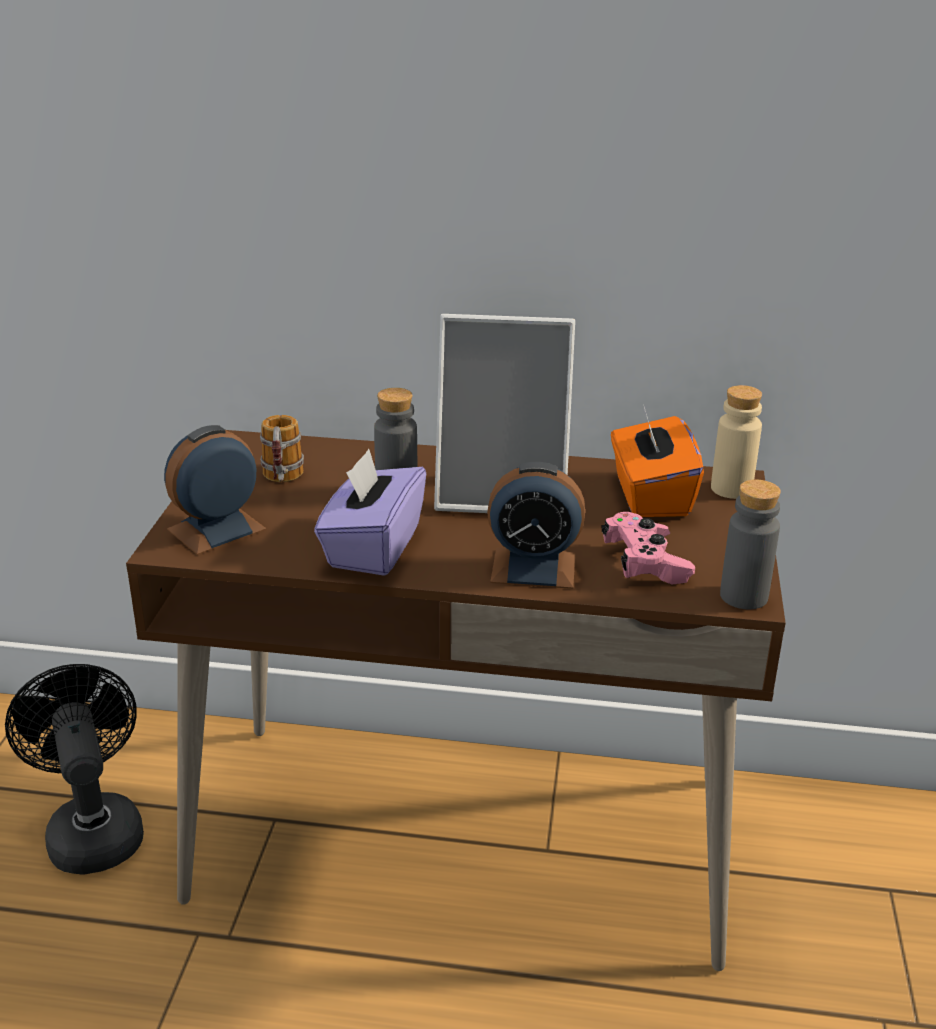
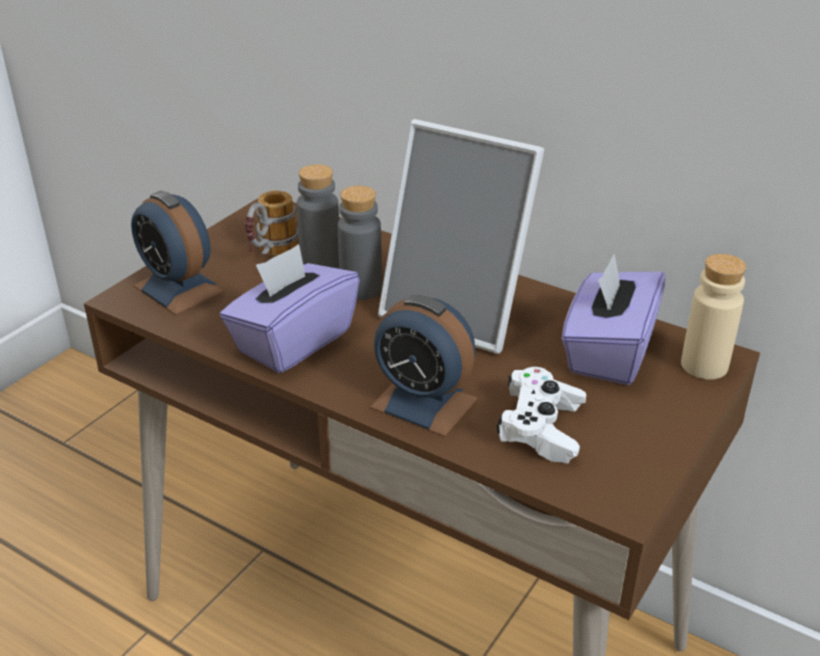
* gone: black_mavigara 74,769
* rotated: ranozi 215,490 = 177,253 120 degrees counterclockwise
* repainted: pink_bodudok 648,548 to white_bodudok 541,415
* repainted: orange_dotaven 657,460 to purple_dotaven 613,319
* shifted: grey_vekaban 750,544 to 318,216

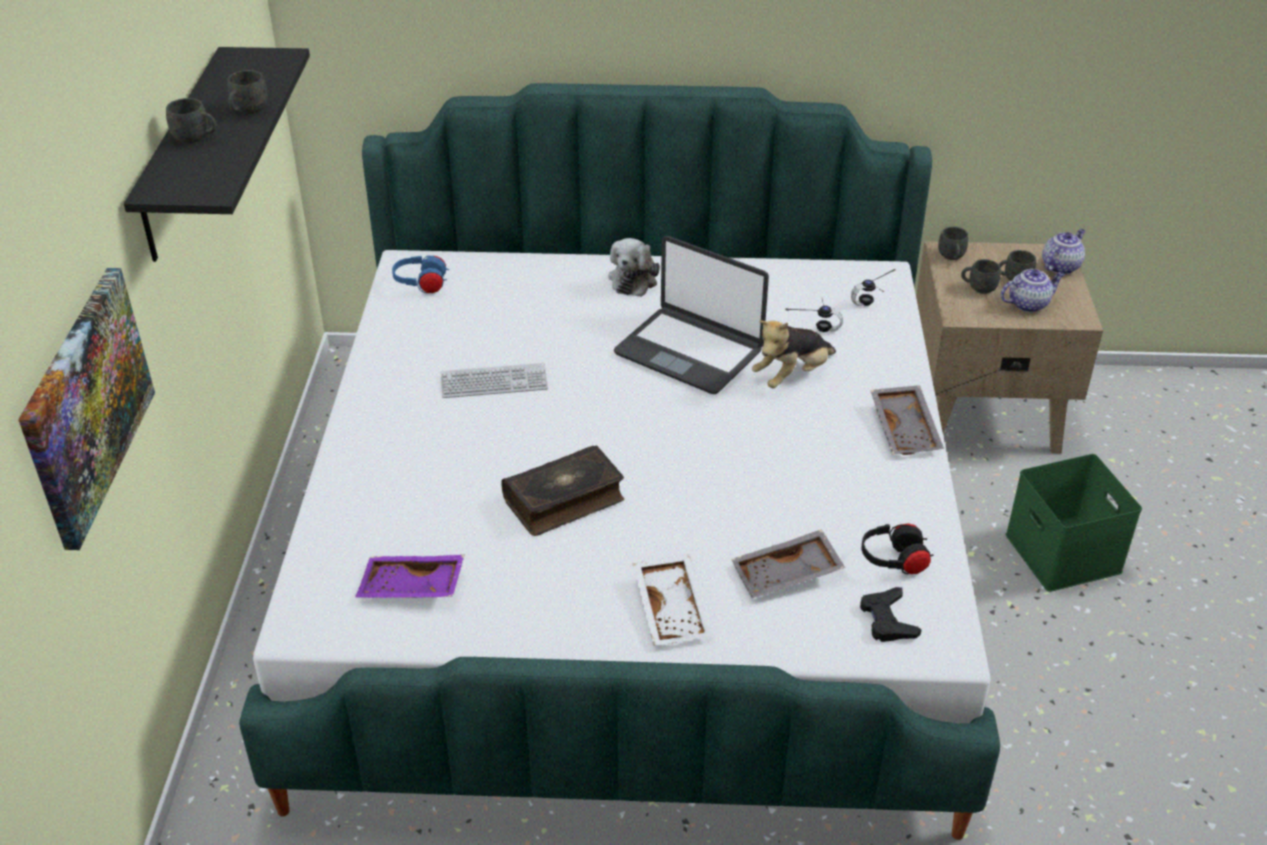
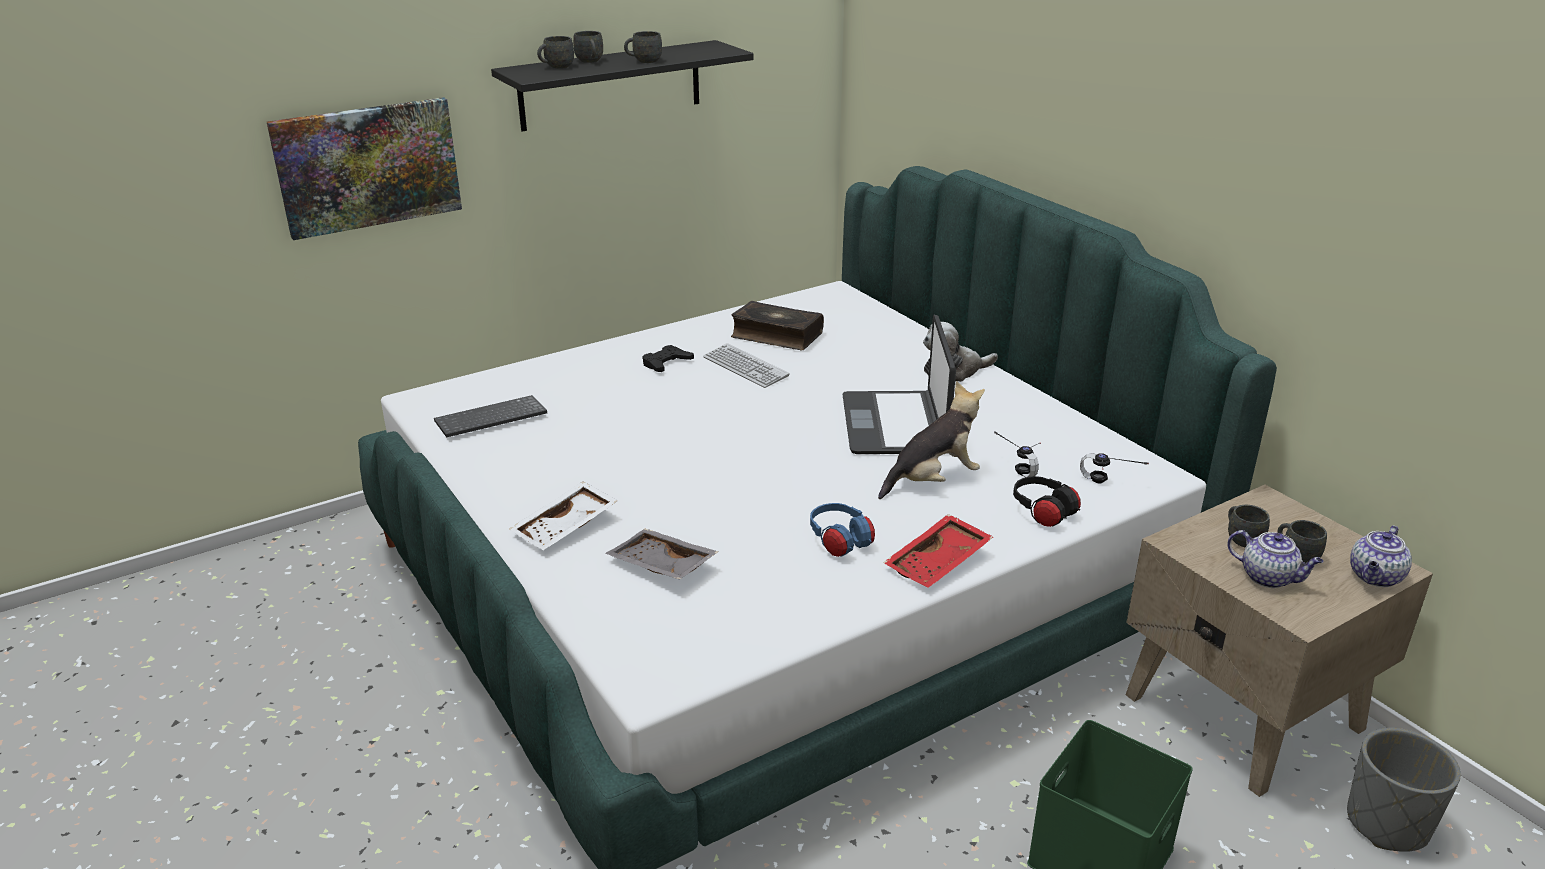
* swapped: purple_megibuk 410,576 to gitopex 490,416
* shifted: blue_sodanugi 420,274 to 842,530
* shifted: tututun 562,491 to 777,325
* rotated: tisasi 794,354 = 931,440 135 degrees clockwise
* shifted: black_bodudok 890,614 to 668,358
* shifted: black_sodanugi 898,548 to 1047,501
* repainted: grey_megibuk 907,420 to red_megibuk 938,551
* shifted: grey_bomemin 953,243 to 555,52
* rotated: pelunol 1063,251 = 1381,556 120 degrees clockwise
* new: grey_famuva 1404,790

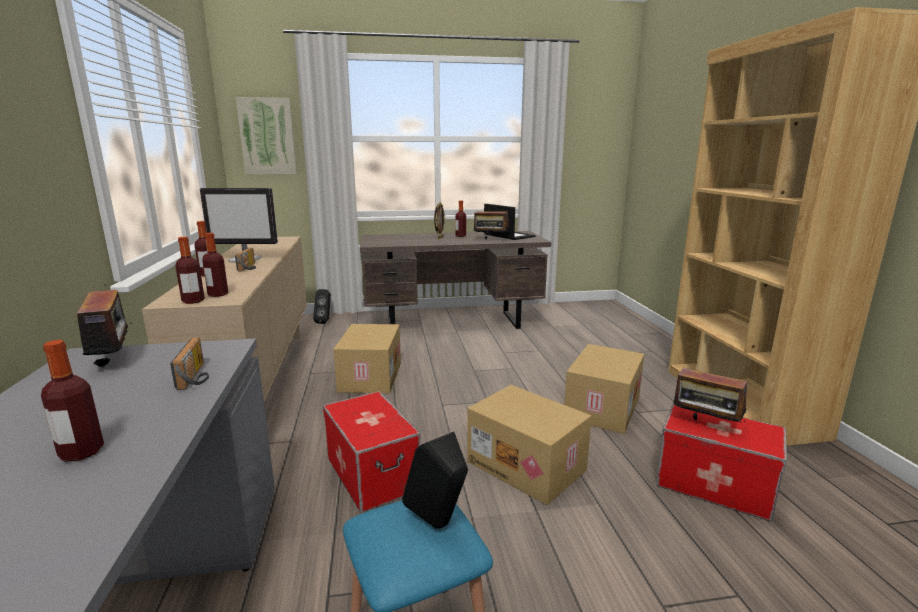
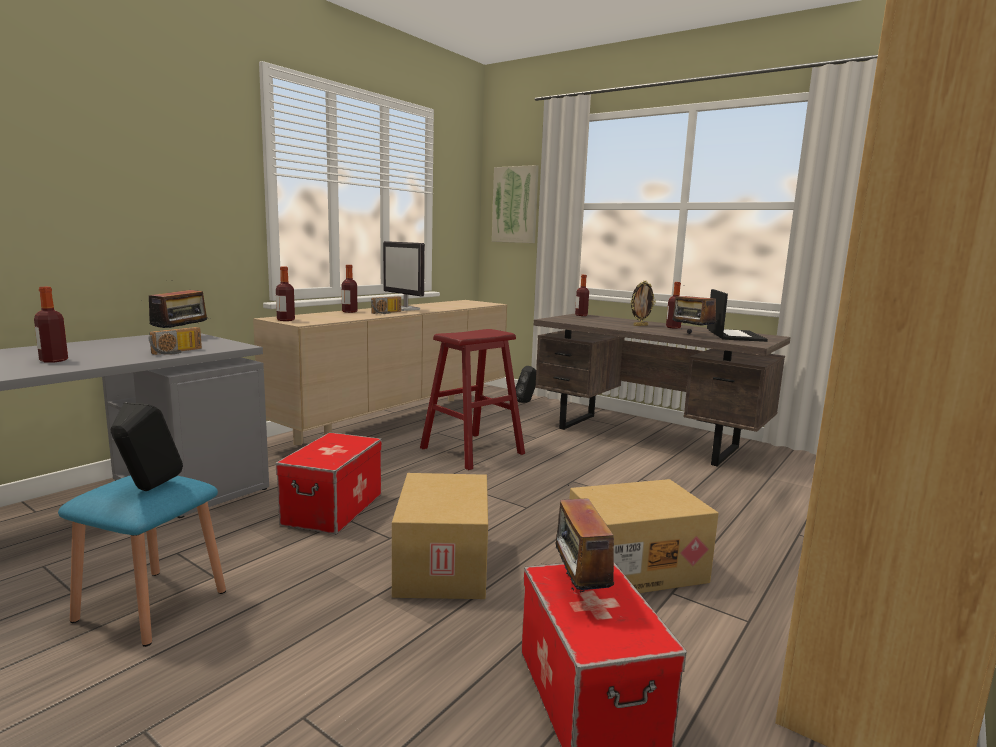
* shifted: vekaban 215,265 to 582,295
* swapped: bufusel 367,358 to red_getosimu 472,399

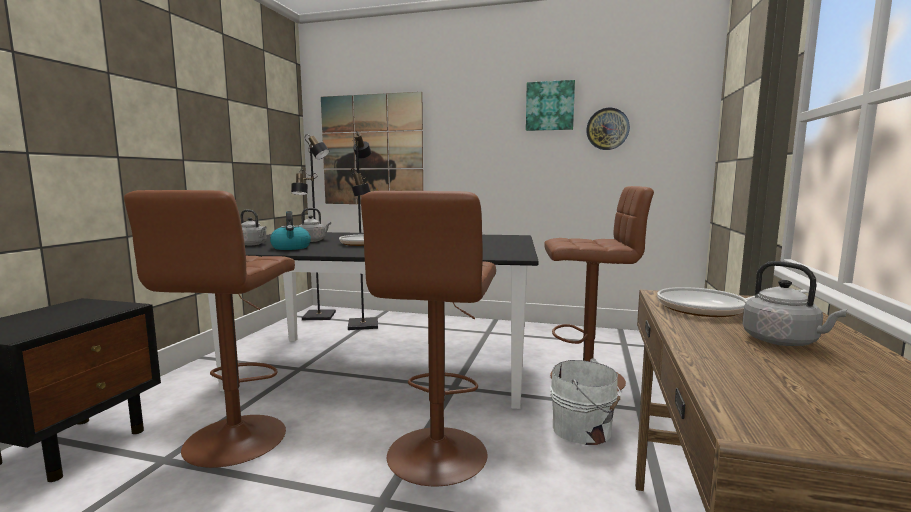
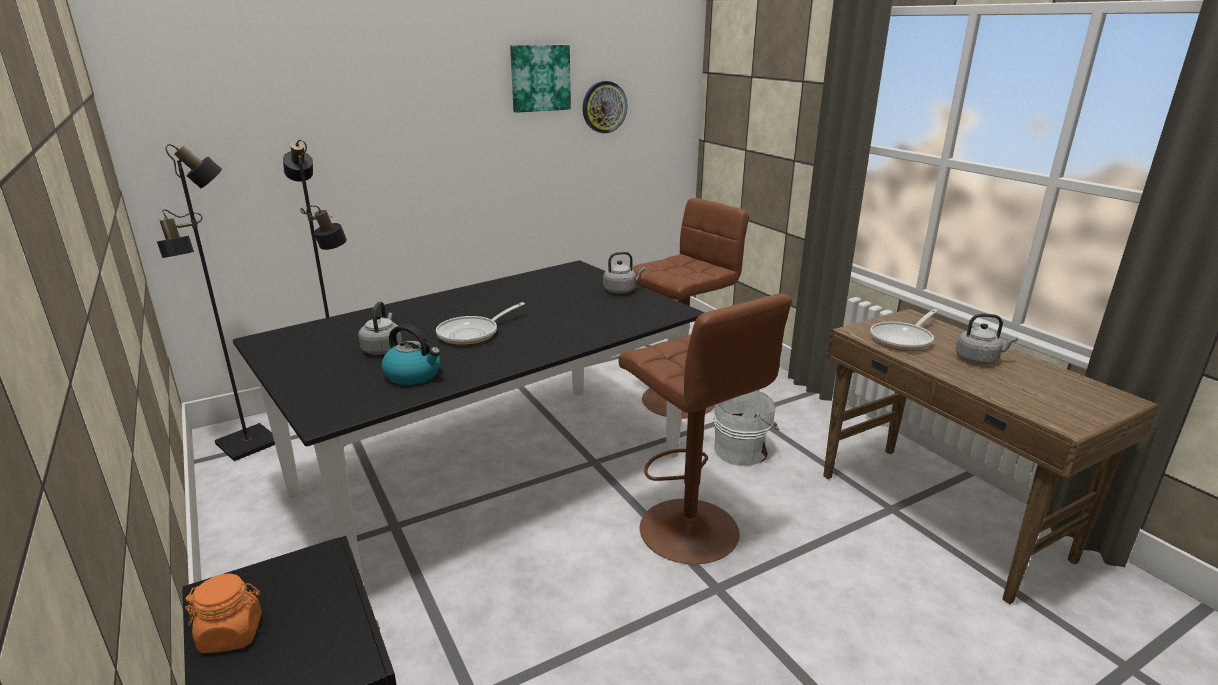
* gone: brown_getosimu 209,329
* shifted: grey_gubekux 254,227 to 624,272
* gone: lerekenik 372,148
* new: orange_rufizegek 223,613

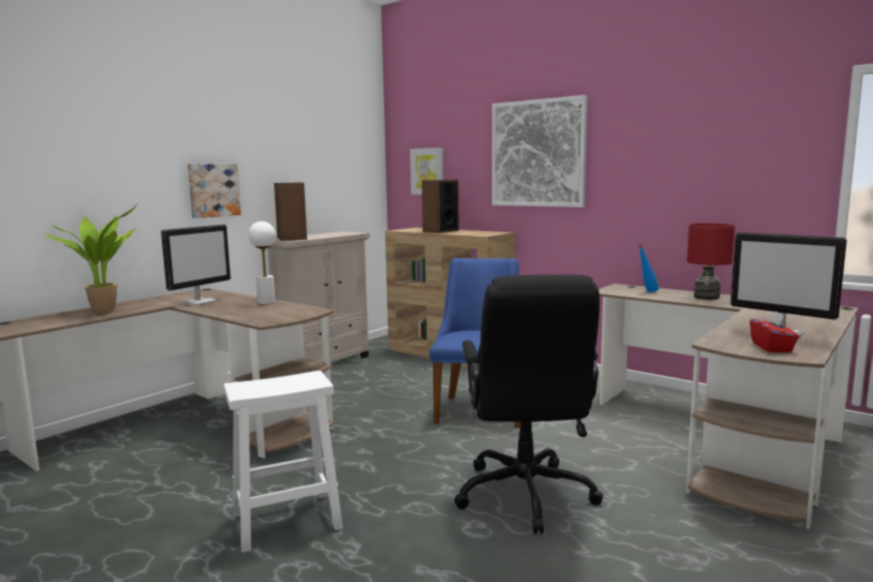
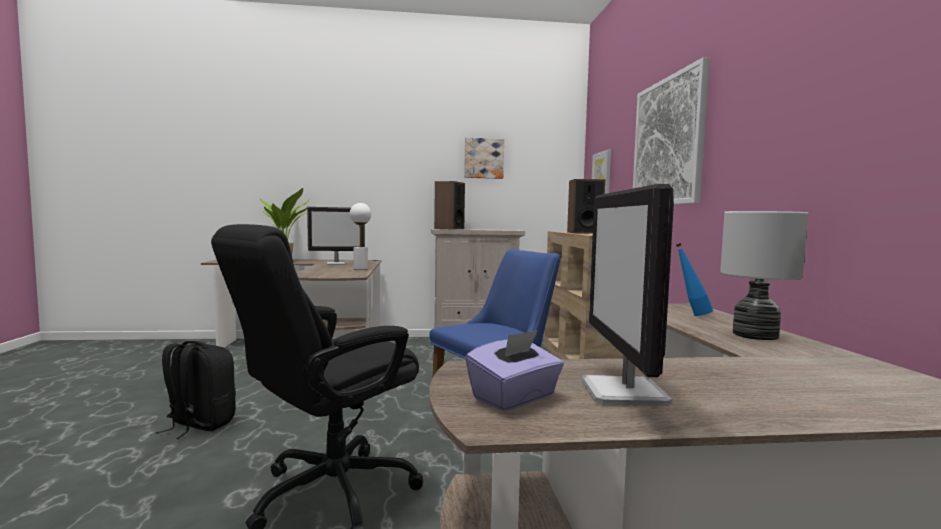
* shifted: lerekenik 214,191 to 484,158
* swapped: white_getosimu 283,461 to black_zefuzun 196,390
* repainted: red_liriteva 711,261 to grey_liriteva 764,275
* repainted: red_dotaven 774,331 to purple_dotaven 514,371

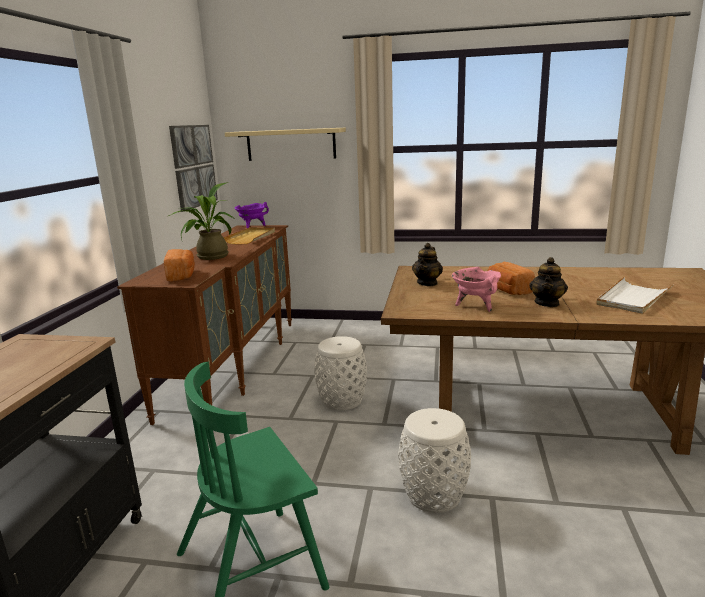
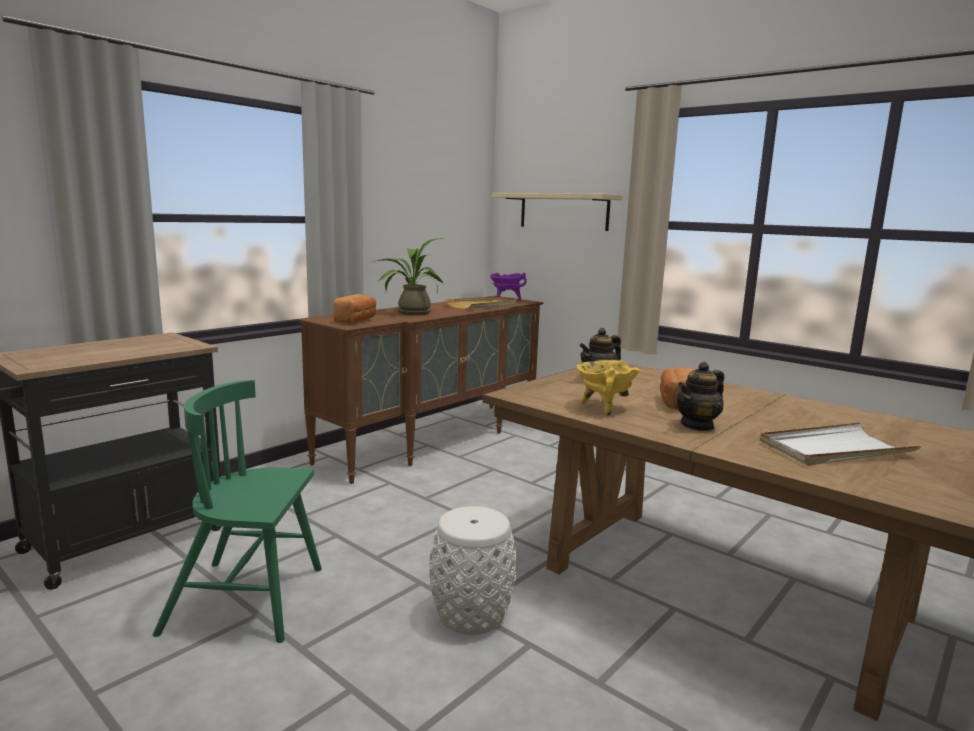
* gone: lerekenik 193,168
* gone: white_getosimu 340,373
* repainted: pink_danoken 476,289 to yellow_danoken 609,388

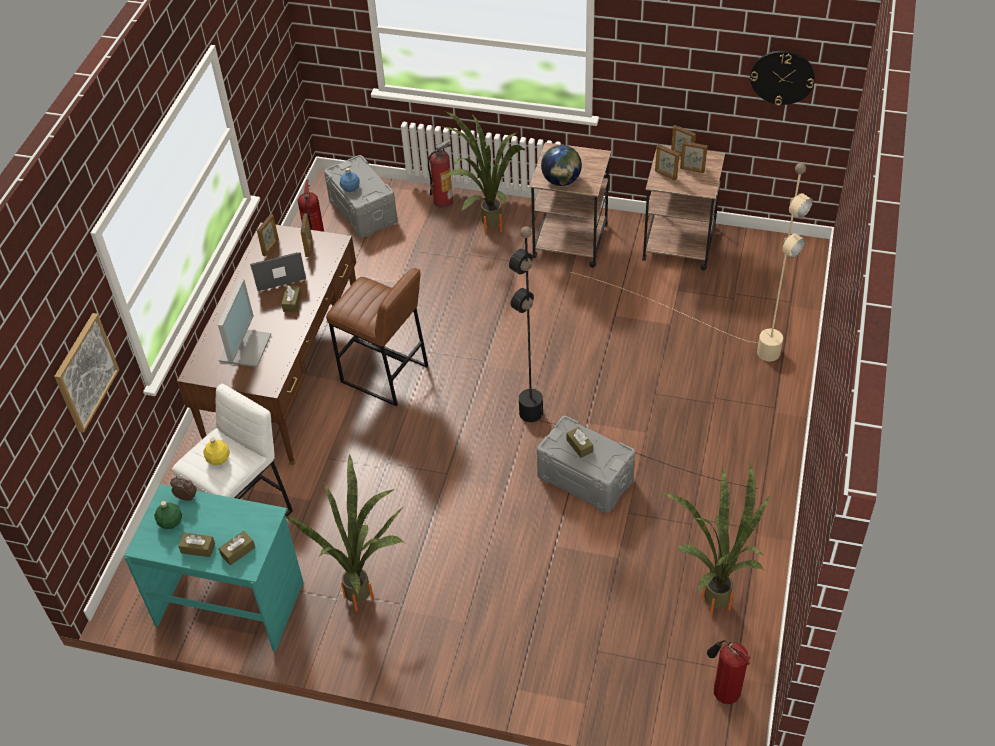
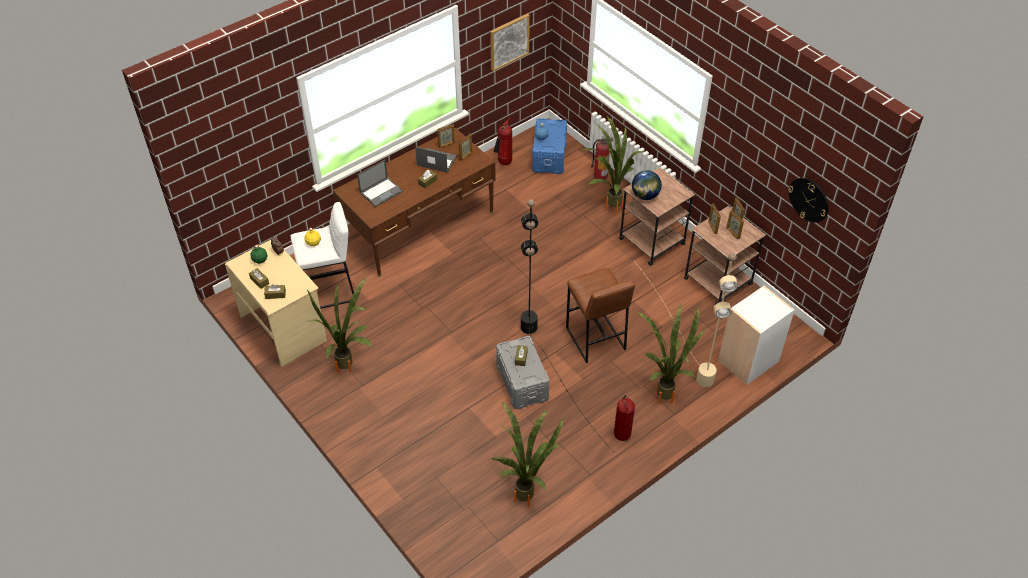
* shifted: lerekenik 86,373 to 510,42
* repainted: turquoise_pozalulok 213,568 to beige_pozalulok 276,303
* swapped: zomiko 244,322 to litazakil 380,183
* repainted: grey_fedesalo 361,196 to blue_fedesalo 549,146
* shifted: brown_getosimu 377,337 to 600,315
* shifted: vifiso 729,672 to 624,418
* new: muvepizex 671,354
* new: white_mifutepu 756,335

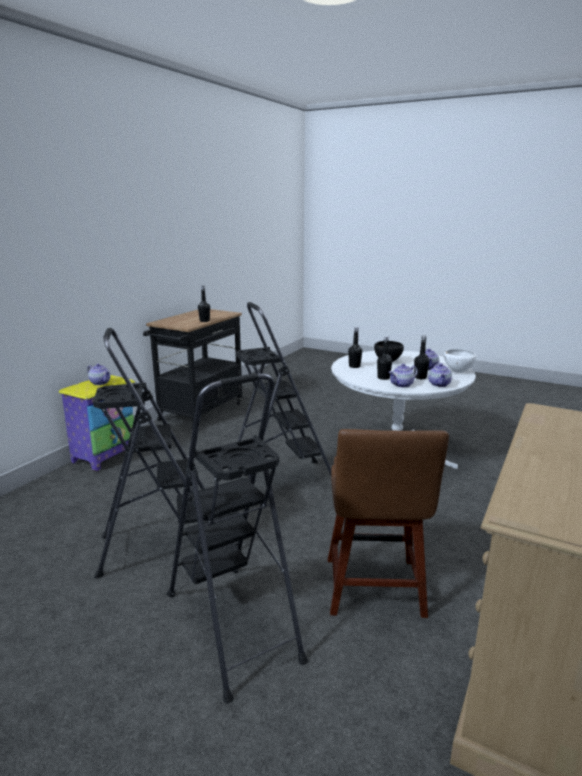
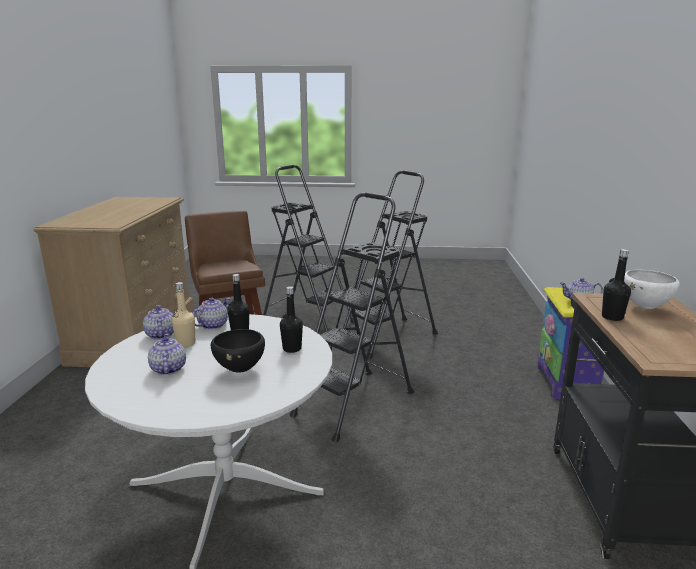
* repainted: black_vekaban 422,357 to beige_vekaban 183,314
* shifted: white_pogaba 460,361 to 651,289

